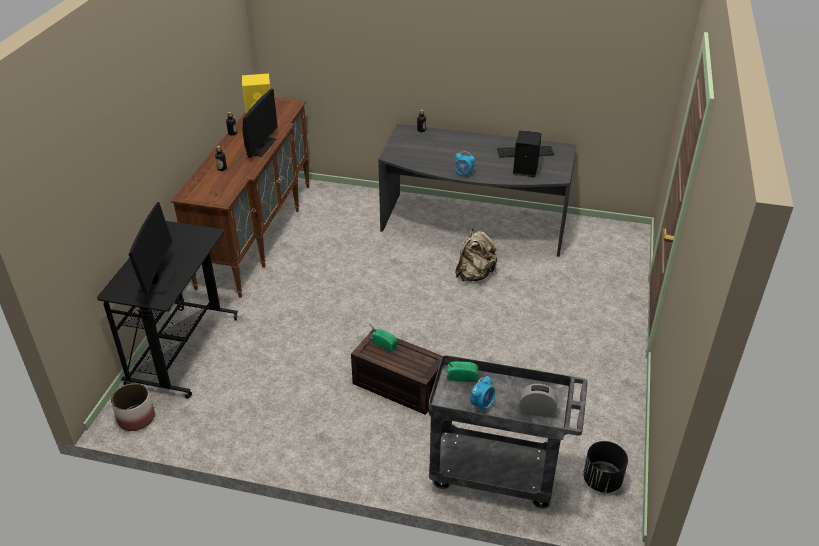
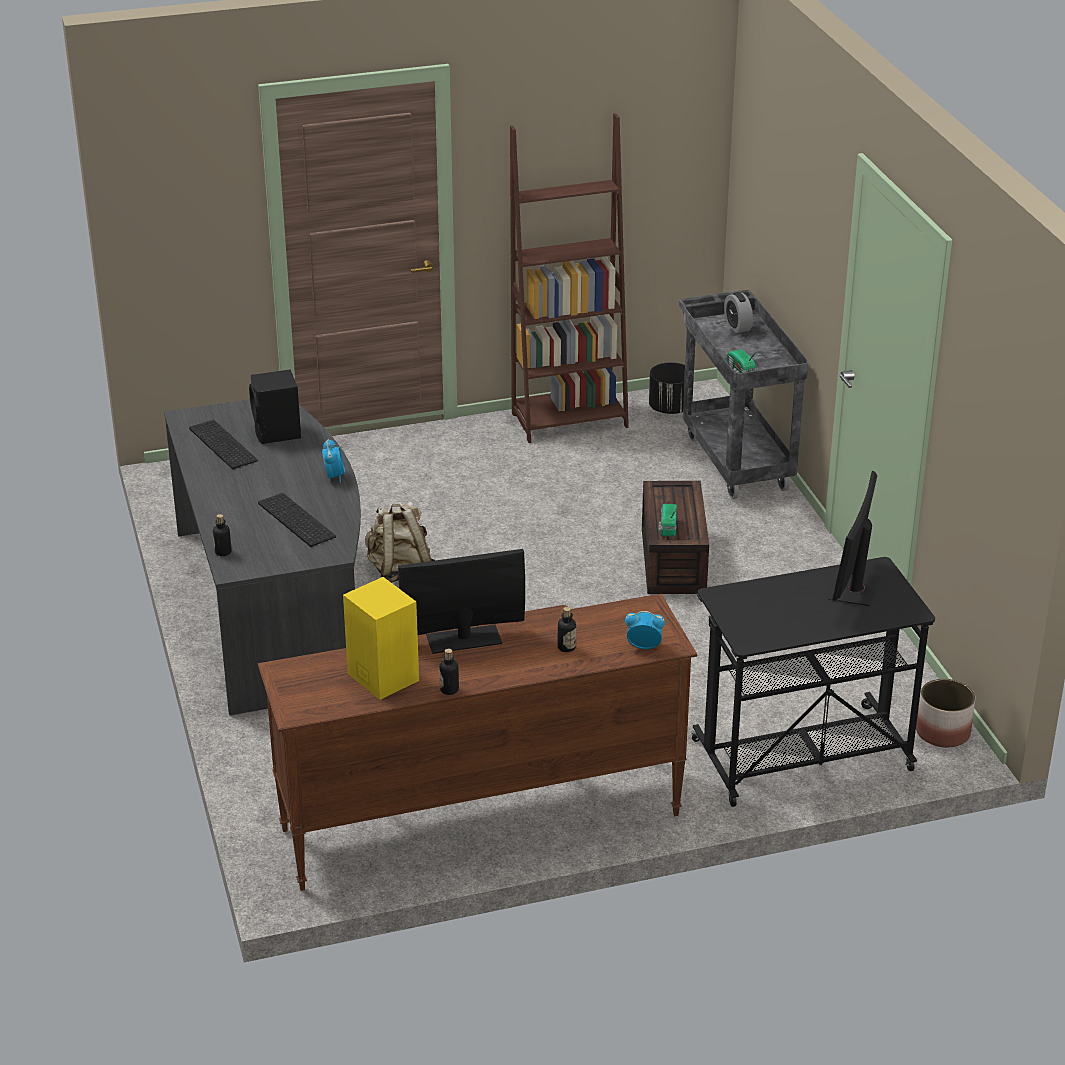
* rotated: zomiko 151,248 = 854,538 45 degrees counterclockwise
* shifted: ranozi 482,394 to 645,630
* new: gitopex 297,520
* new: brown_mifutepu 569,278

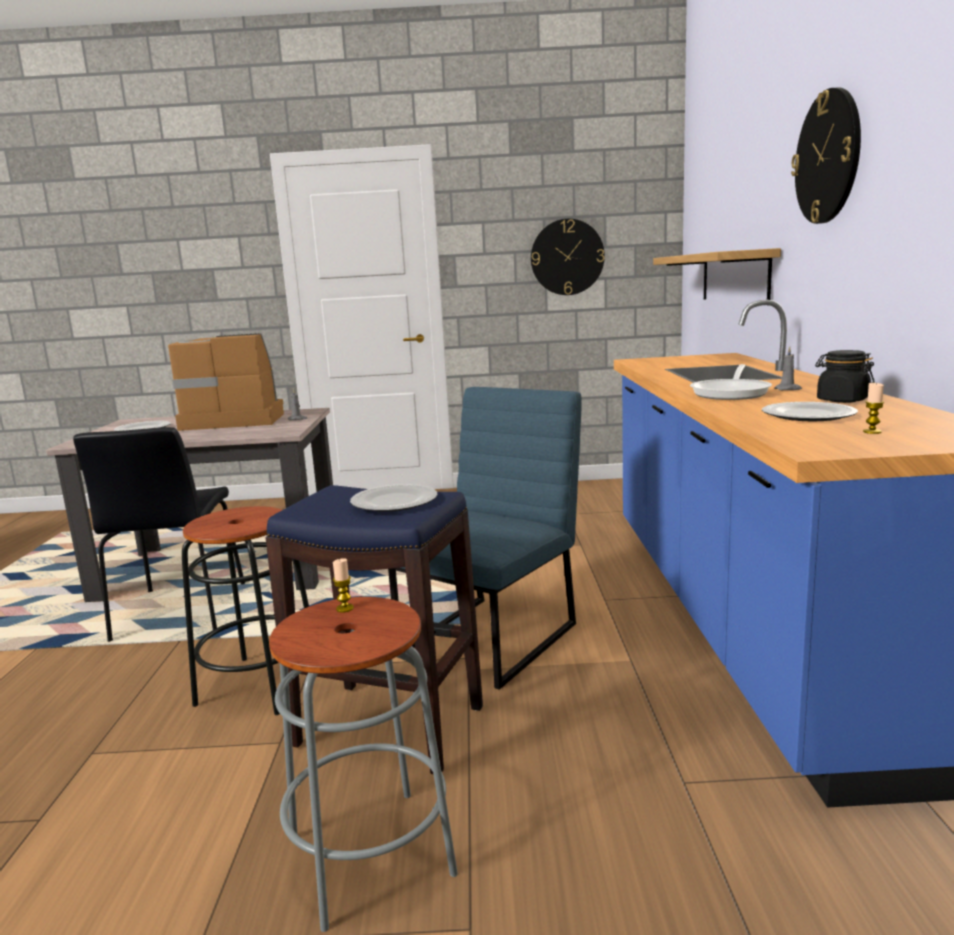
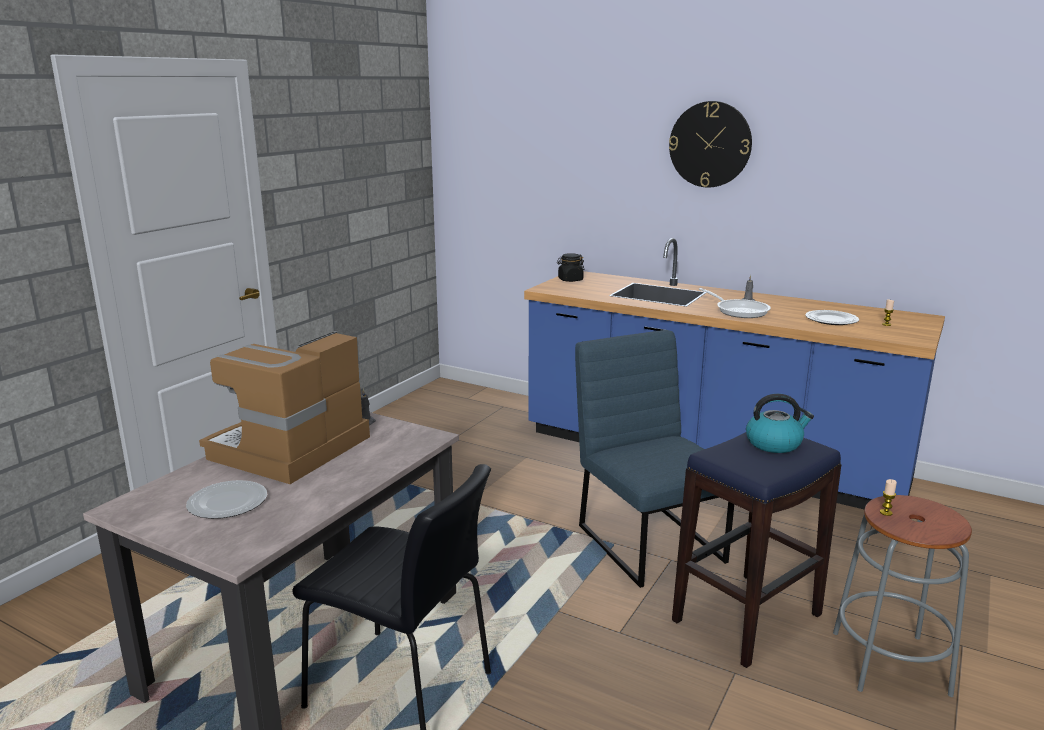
* gone: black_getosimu 245,610
* swapped: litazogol 393,498 to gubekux 780,423
* gone: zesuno 568,257
* gone: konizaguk 717,274
* shifted: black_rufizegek 844,376 to 571,267

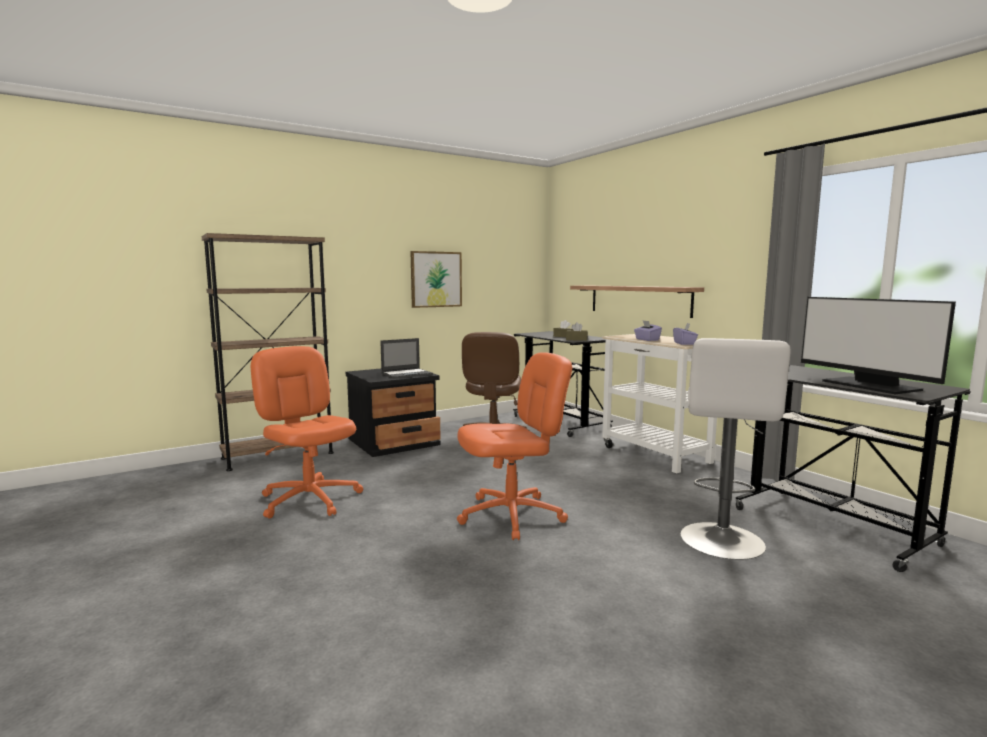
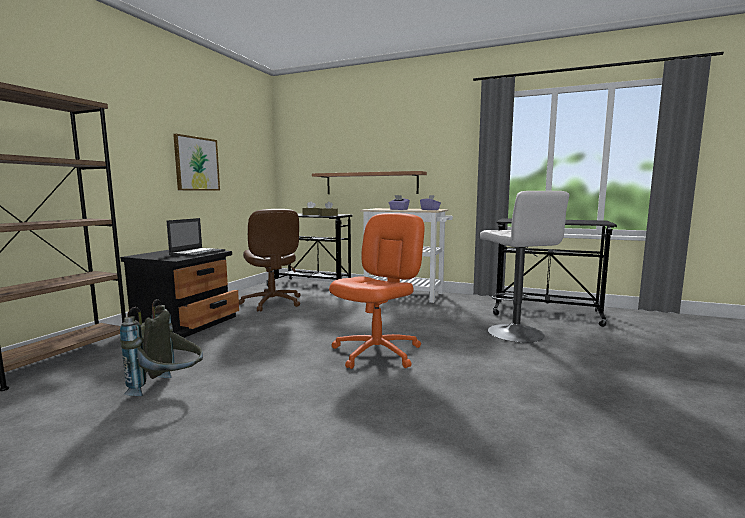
* swapped: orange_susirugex 307,432 to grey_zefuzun 161,347
* gone: zomiko 878,345

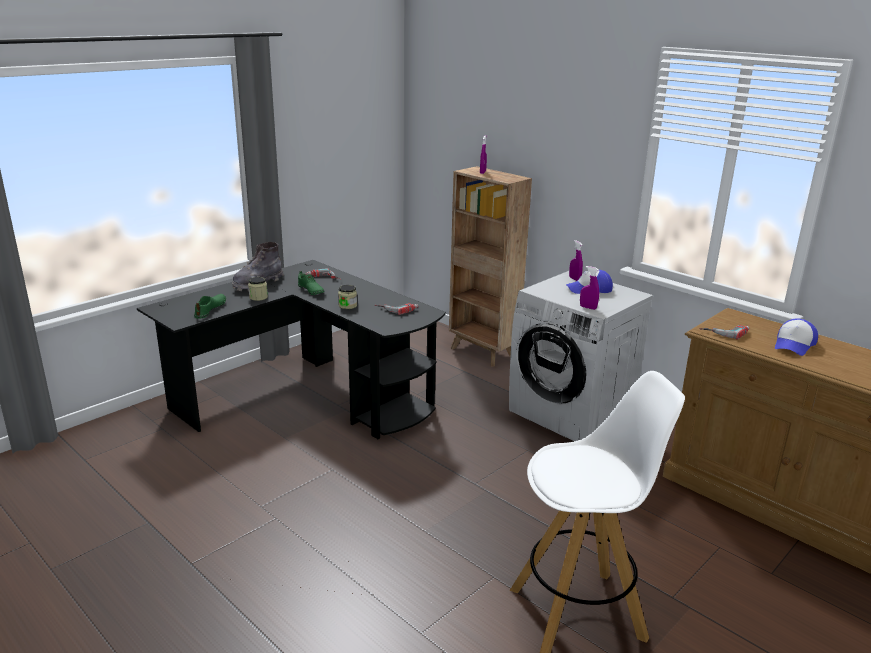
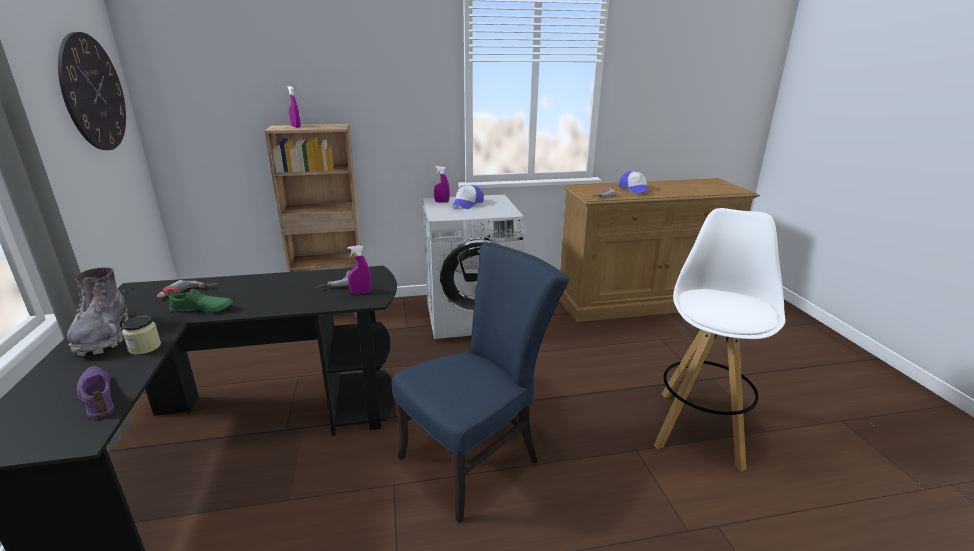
* repainted: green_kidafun 210,306 to purple_kidafun 95,392
* gone: rufizegek 347,297
* shifted: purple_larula 589,288 to 359,269
* new: zesuno 92,91
* new: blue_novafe 480,382

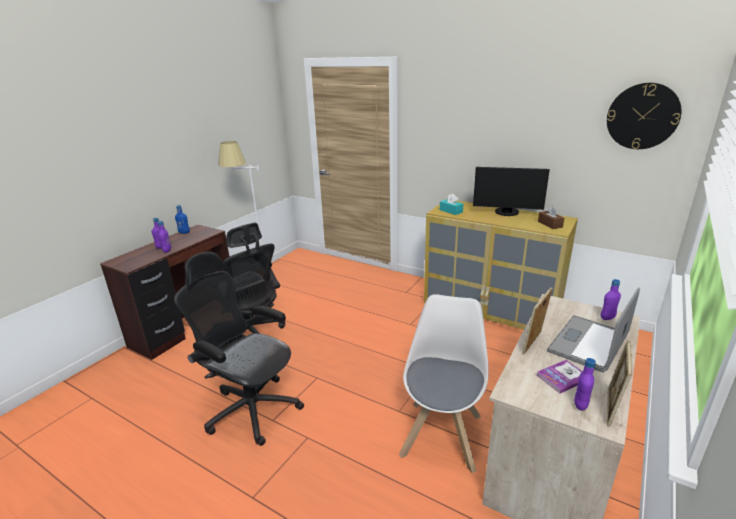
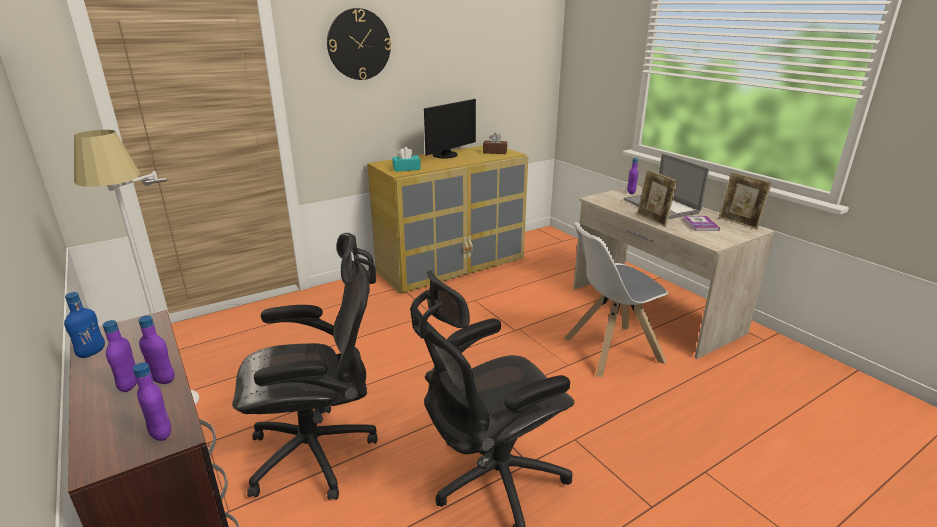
* rotated: novafe 444,383 = 616,299 60 degrees counterclockwise
* shifted: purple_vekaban 585,384 to 152,401
* shifted: zesuno 644,116 to 359,44

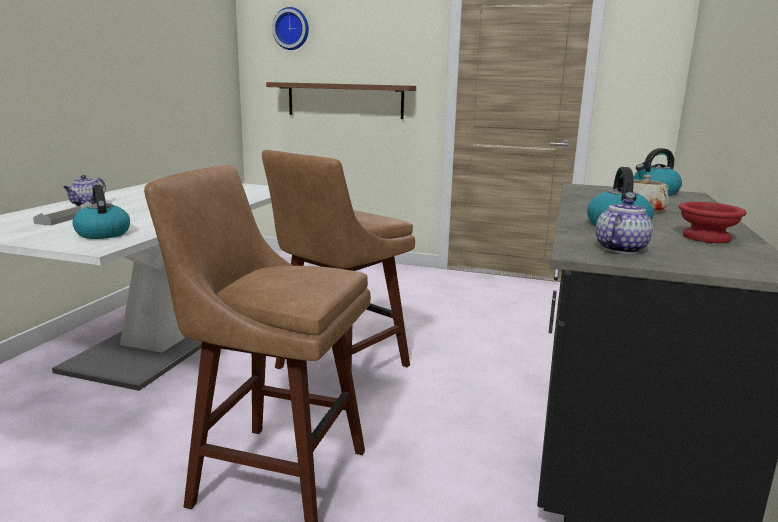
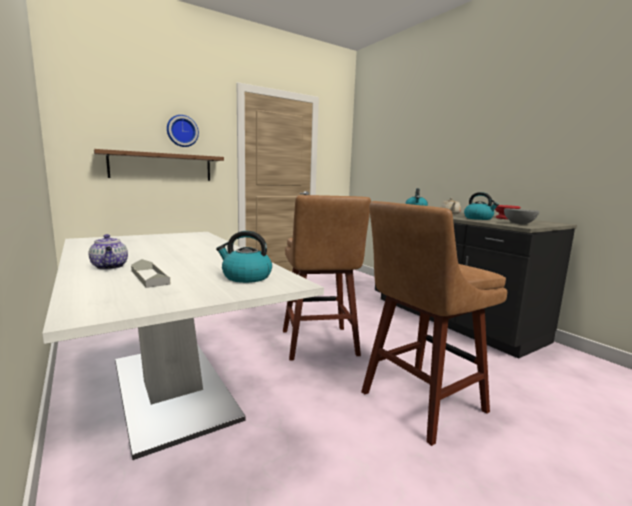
* shifted: zesuno 290,28 to 183,131
* swapped: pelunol 624,226 to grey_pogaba 521,216

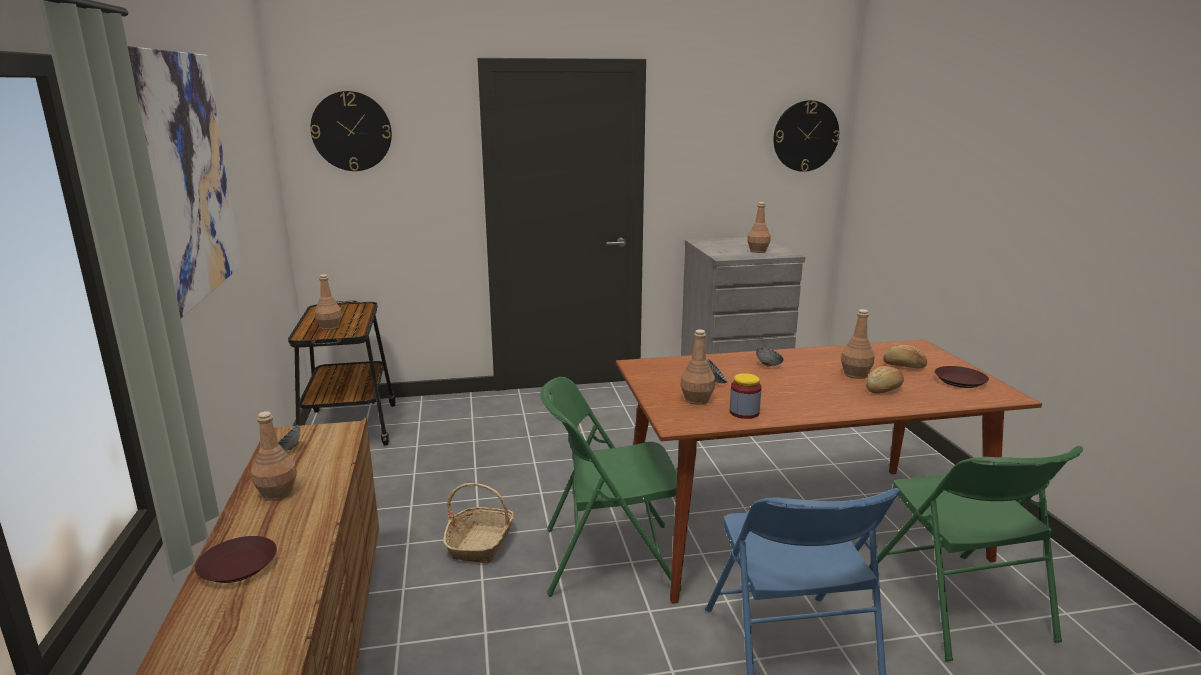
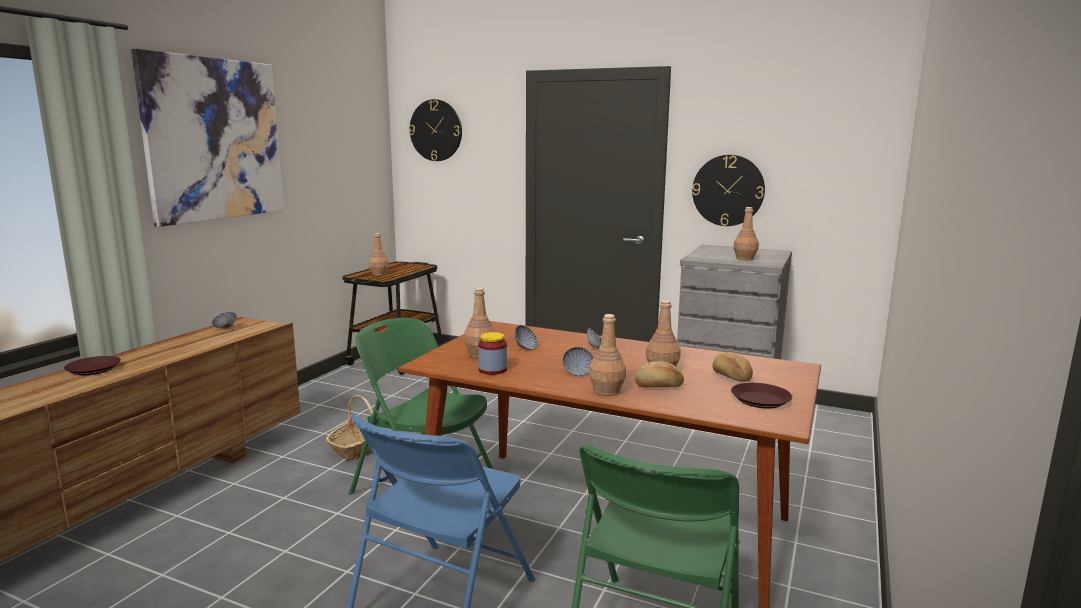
* shifted: brown_vekaban 274,456 to 607,355
* shifted: zesuno 806,136 to 728,190
* new: pogaba 578,361

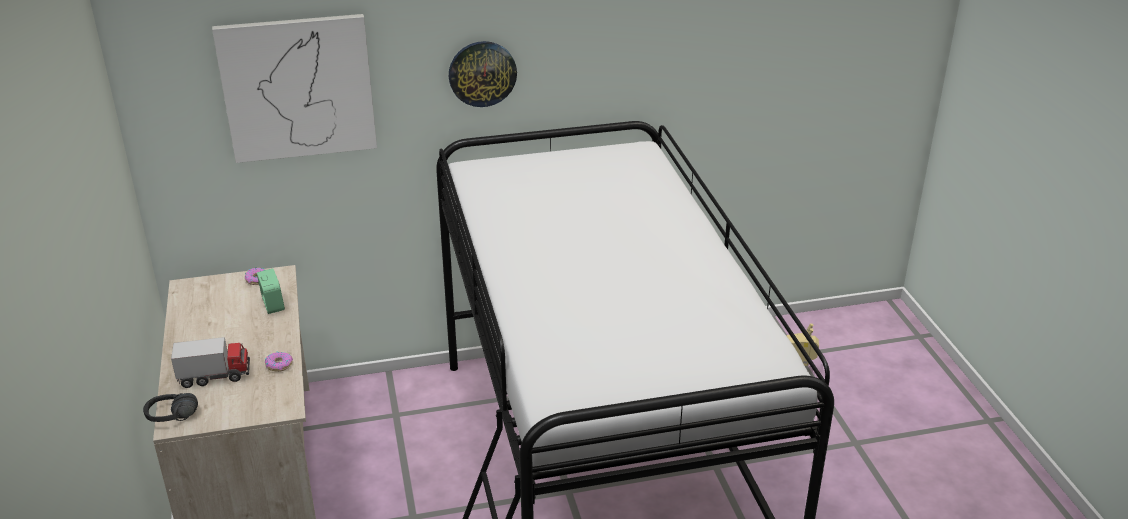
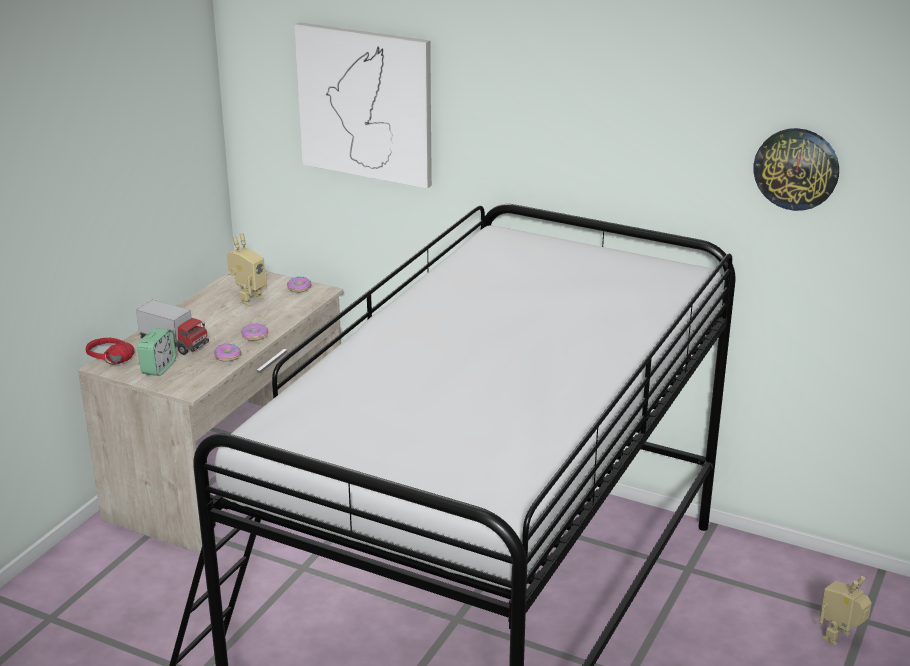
* repainted: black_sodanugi 170,407 to red_sodanugi 110,351
* shifted: ranozi 271,291 to 156,352
* shifted: zesuno 483,74 to 796,169
* new: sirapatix 247,270
* new: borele 254,332

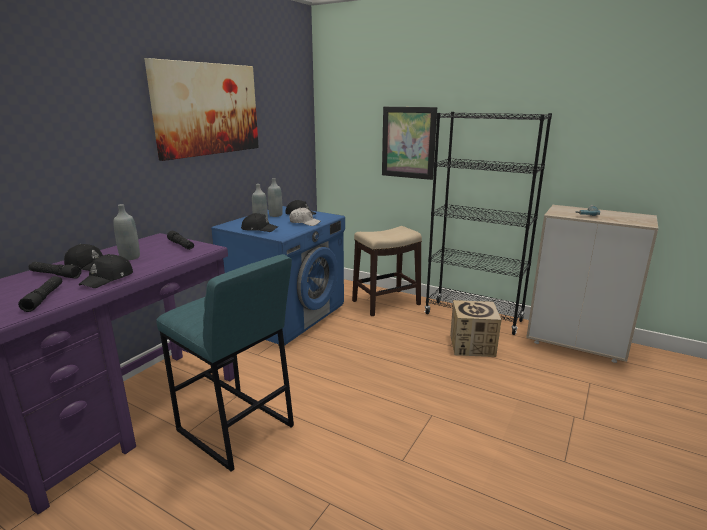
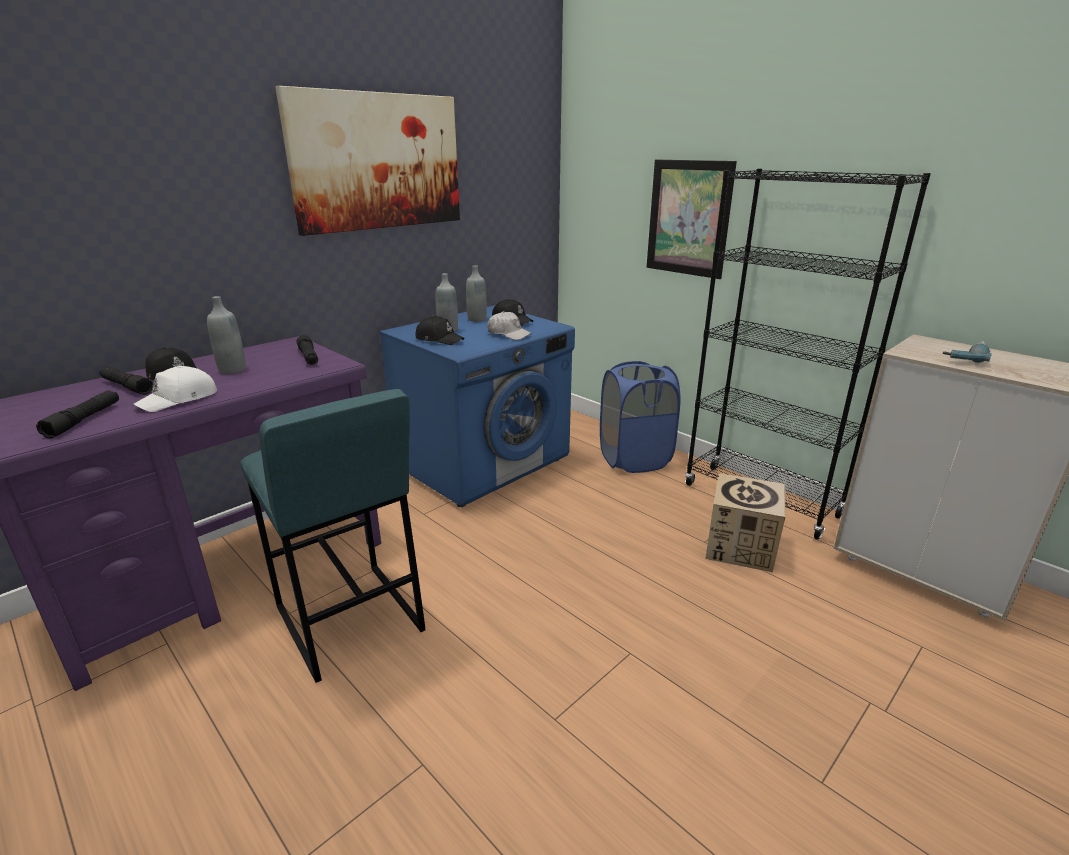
* repainted: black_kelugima 105,271 to white_kelugima 175,389
* swapped: getosimu 387,271 to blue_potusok 640,417

